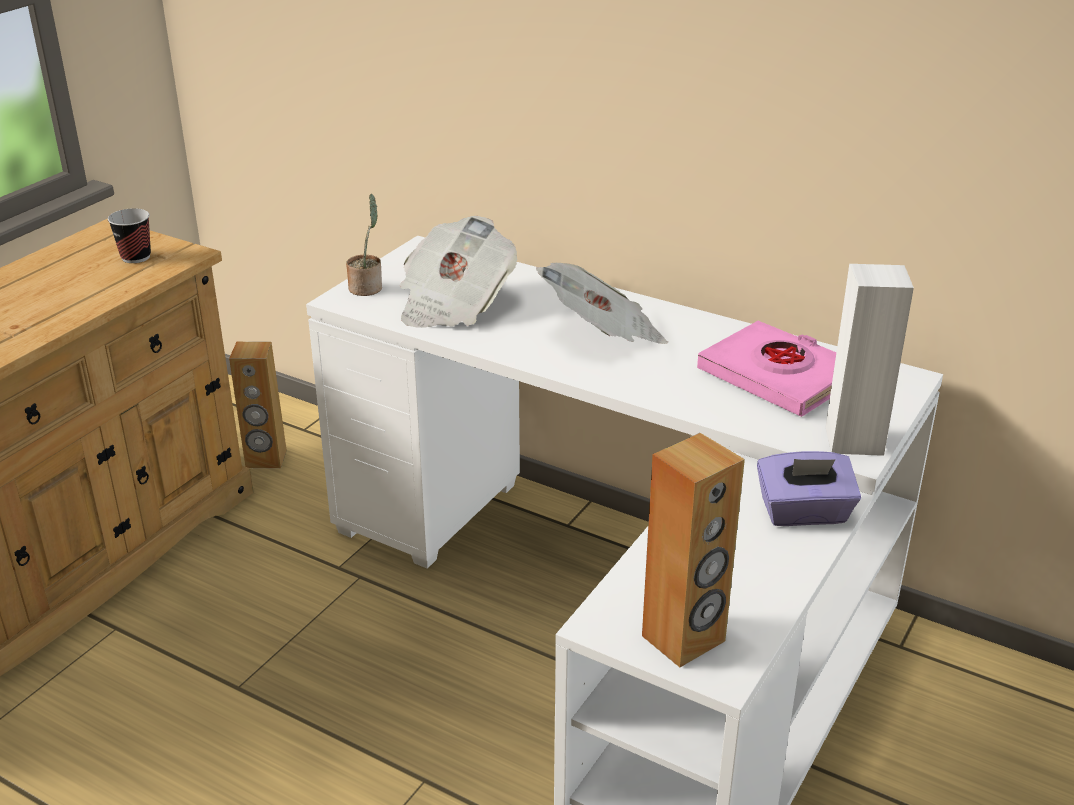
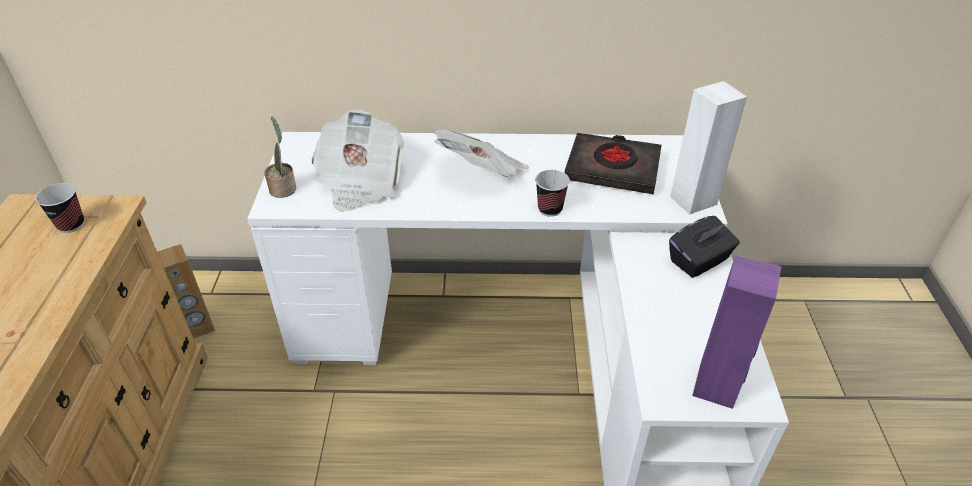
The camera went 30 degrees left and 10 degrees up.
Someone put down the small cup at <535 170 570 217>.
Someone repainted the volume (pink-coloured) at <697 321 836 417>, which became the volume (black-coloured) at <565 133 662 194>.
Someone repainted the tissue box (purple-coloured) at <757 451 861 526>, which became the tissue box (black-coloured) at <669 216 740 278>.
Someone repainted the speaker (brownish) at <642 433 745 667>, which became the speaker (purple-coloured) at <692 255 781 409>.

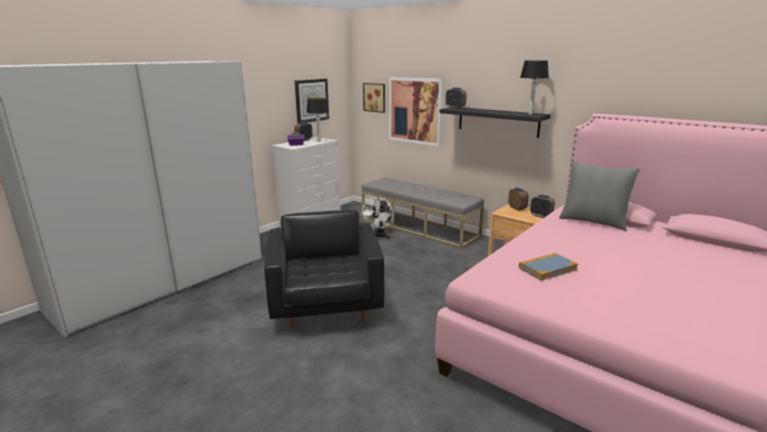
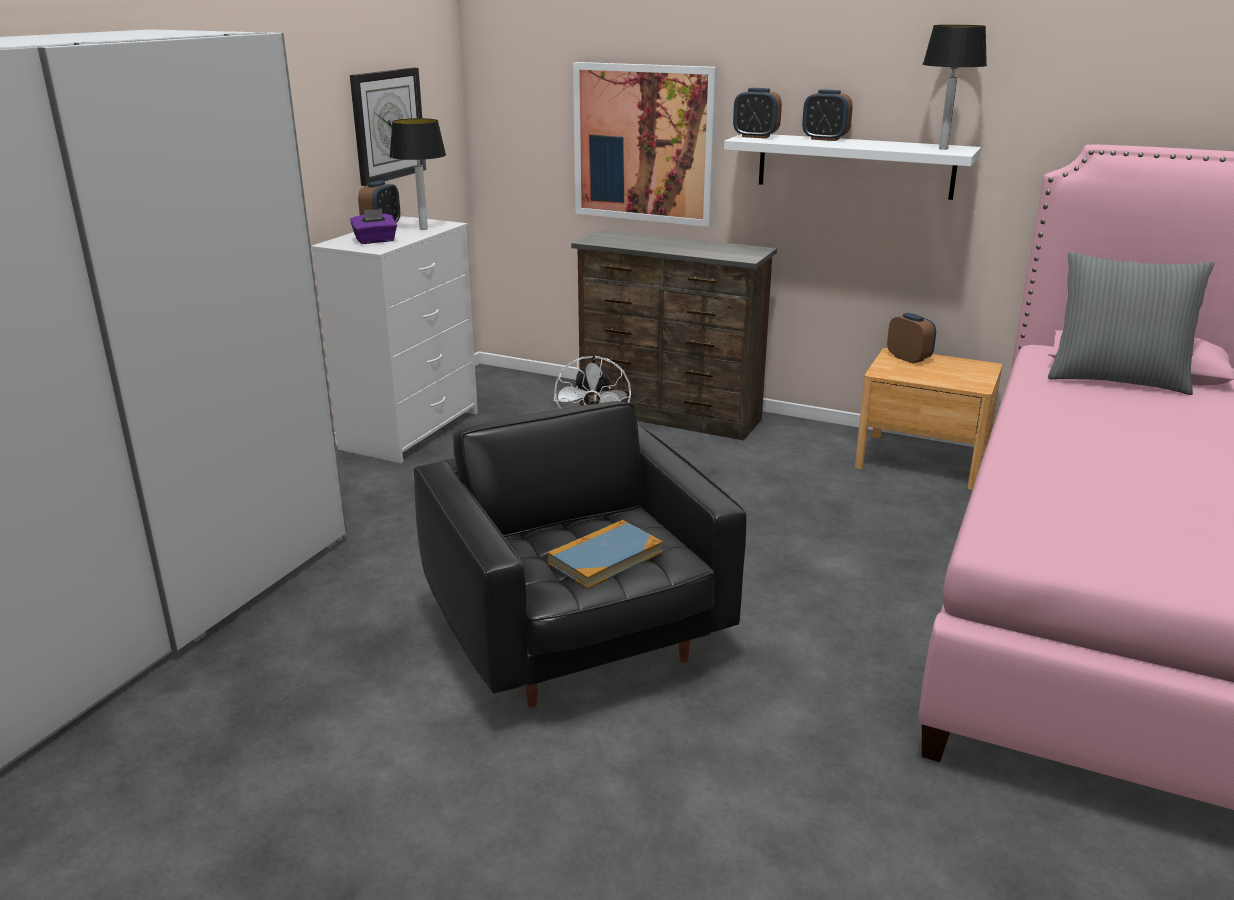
The camera went 15 degrees left and 5 degrees up.
Someone carried the volume from <519 253 578 281> to <547 520 663 589>.
Someone swapped the long seat (greyish) at <362 177 484 249> for the chest of drawers (brownish) at <571 230 777 441>.
Someone repainted the bracket shelf (black-coloured) at <439 107 550 138>, which became the bracket shelf (white-coloured) at <724 134 981 200>.
Someone carried the alarm clock from <530 194 555 218> to <802 89 853 141>.
Someone took away the wall art at <363 83 385 113>.

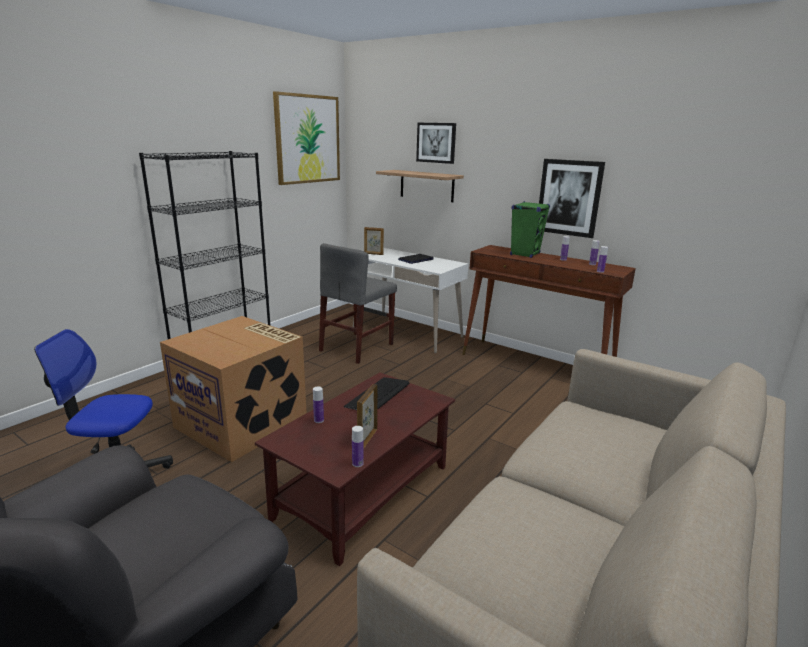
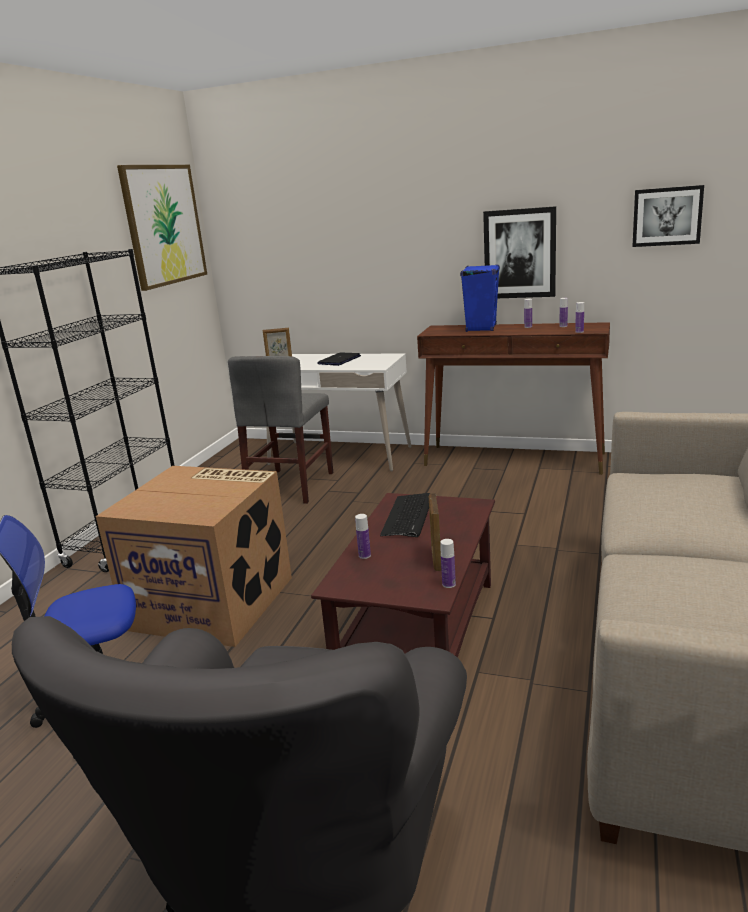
The camera went 15 degrees left and 0 degrees up.
Someone repainted the speaker (green-coloured) at <510 201 550 258>, which became the speaker (blue-coloured) at <460 264 500 332>.
Someone carried the wall art from <416 123 456 164> to <632 185 704 247>.
Someone took away the bracket shelf at <376 170 464 202>.

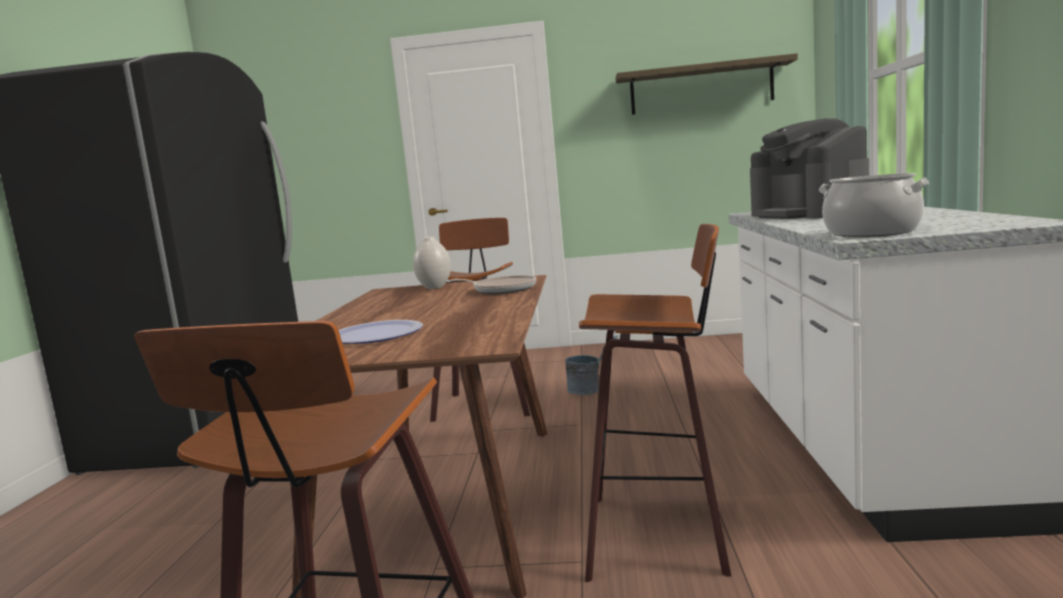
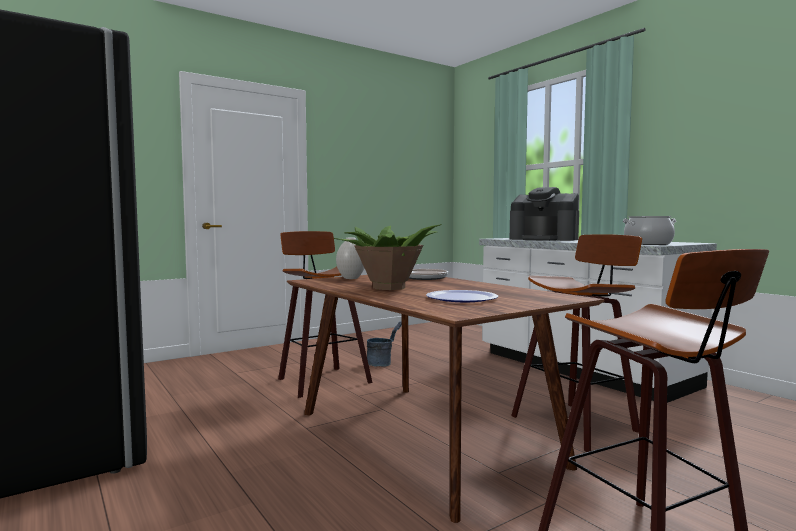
The camera went 40 degrees left and 5 degrees down.
Someone put down the plant in a pot at <334 224 442 290>.
Someone took away the bracket shelf at <615 53 798 115>.

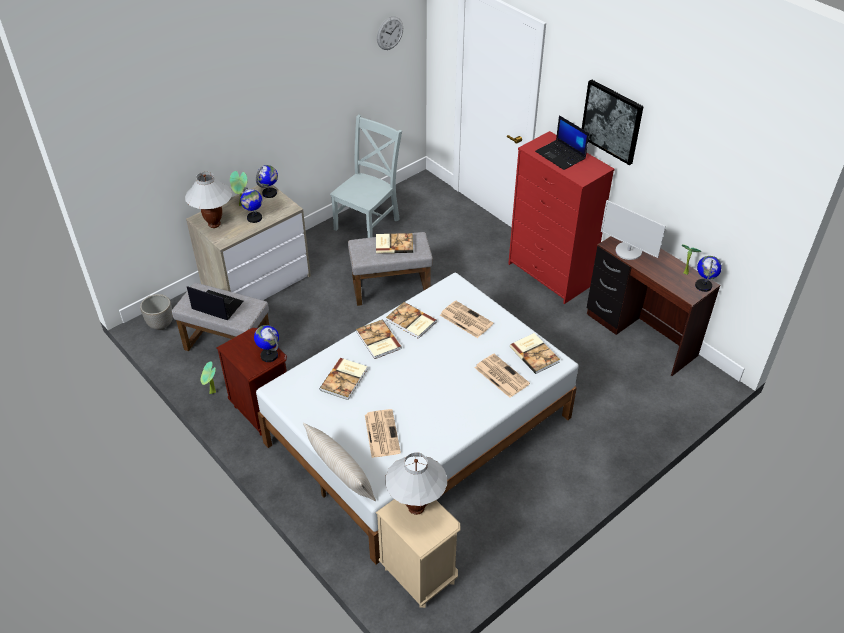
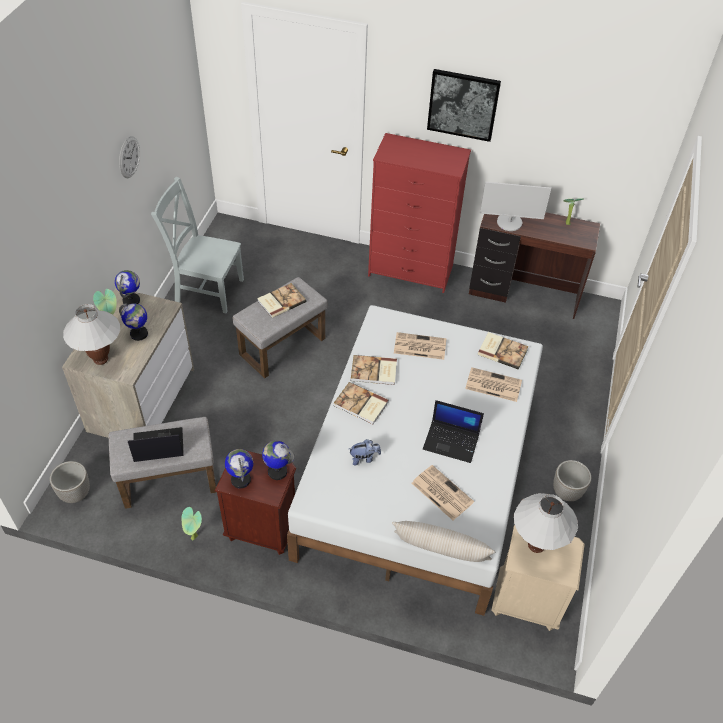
The camera went 35 degrees left and 5 degrees up.
Someone carried the wall clock from <377 16 403 50> to <119 136 140 178>.
Someone rotated the chair (greyish) at <330 115 402 238> by 75 degrees counterclockwise.
Someone carried the globe from <695 256 722 292> to <225 449 253 488>.
Someone swapped the volume at <319 358 367 400> for the soft toy at <349 439 381 465>.
Someone carried the portable computer from <535 115 589 170> to <423 400 484 463>.
Someone put down the flower pot at <553 460 591 501>.

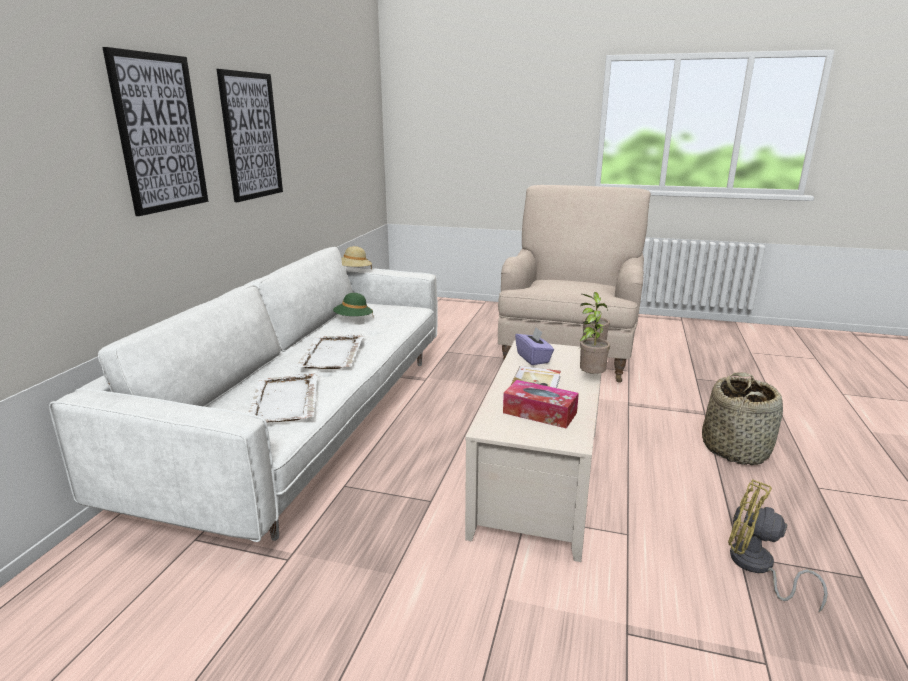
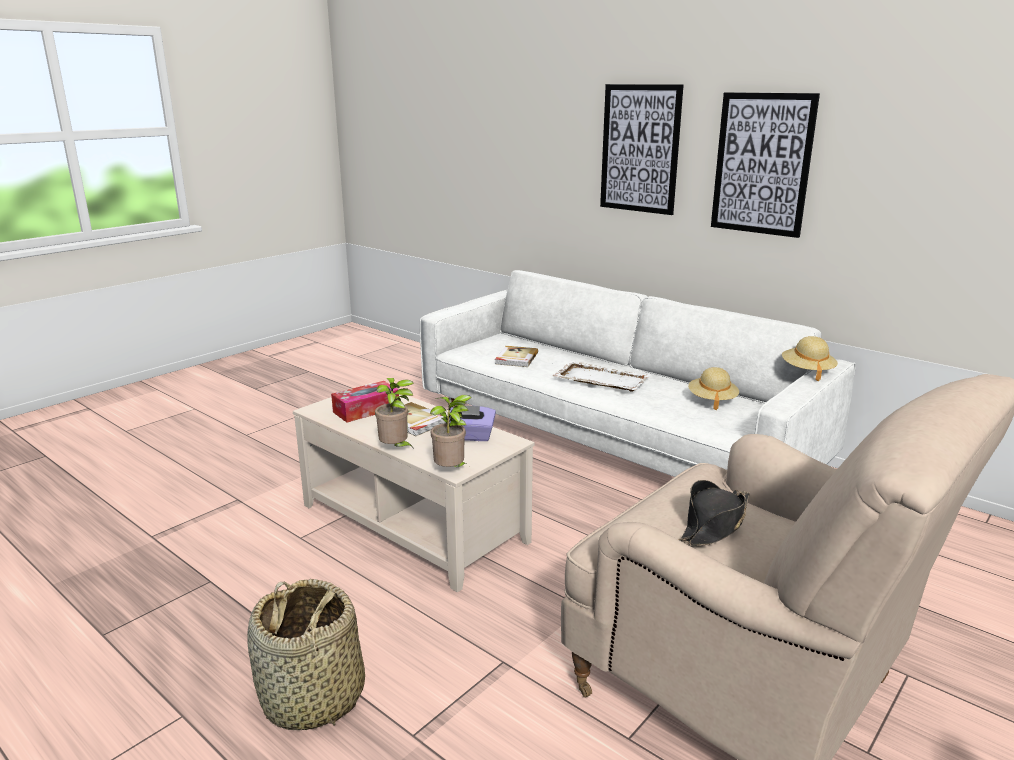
The camera went 115 degrees right and 0 degrees up.
Someone swapped the serving tray (white-coloured) at <248 373 318 422> for the volume at <495 346 538 367>.
Someone put down the hat (black-coloured) at <679 480 750 547>.
Someone repainted the hat (green-coloured) at <333 293 373 316>, which became the hat (beige-coloured) at <688 367 739 410>.
Someone took away the fan (yellow) at <728 479 828 612>.

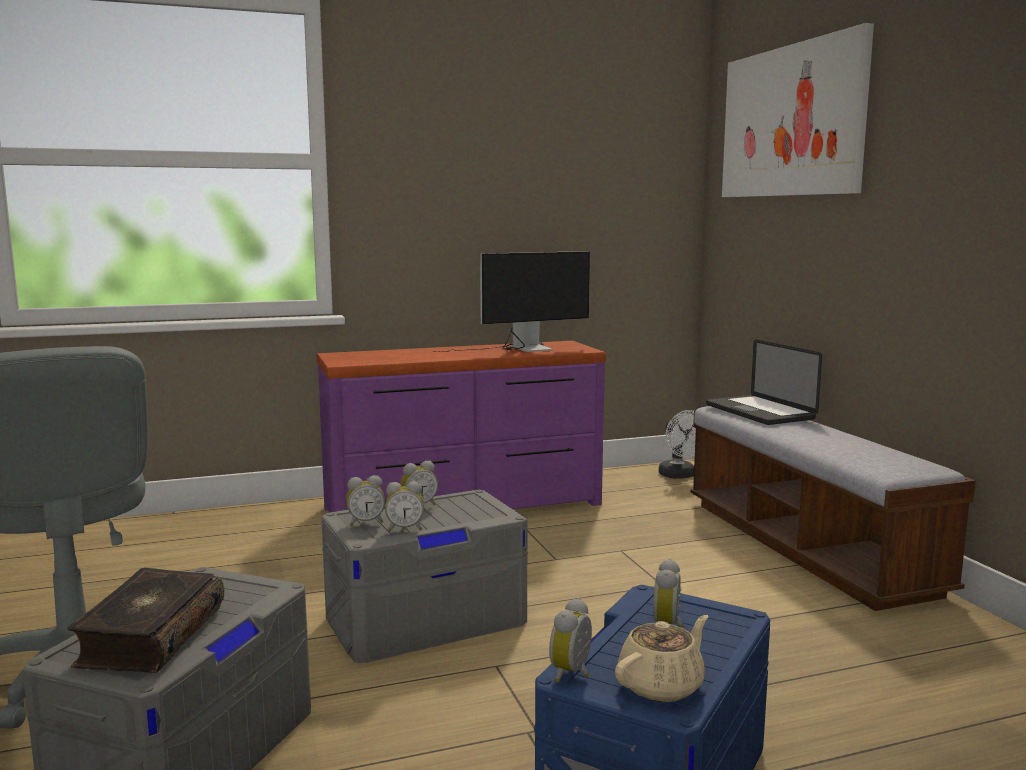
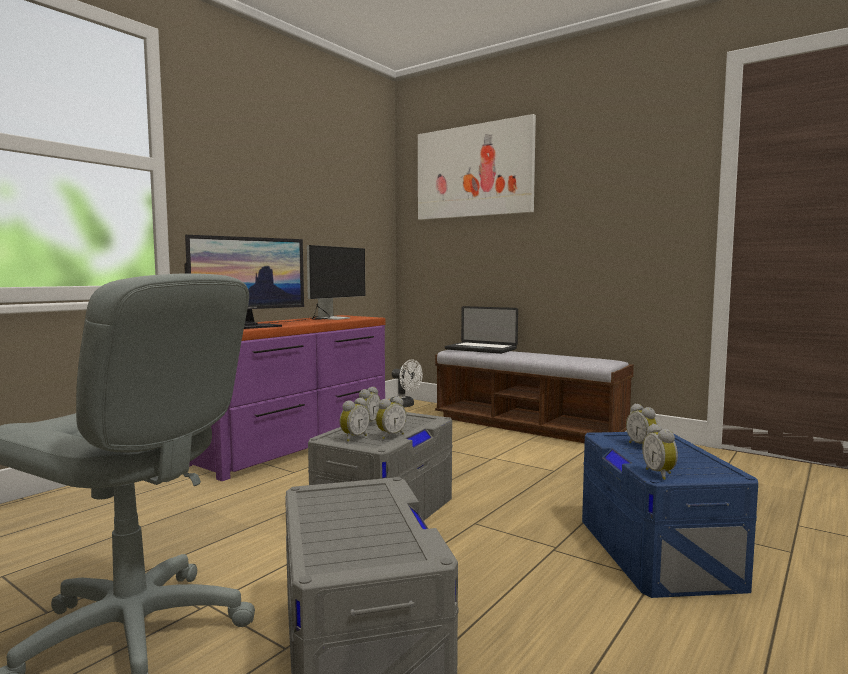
The camera went 35 degrees left and 5 degrees down.
Someone put down the computer display at <184 235 304 329>.
Someone took away the volume at <68 568 224 673>.
Someone took away the pot for tea (beige-coloured) at <615 615 709 702>.

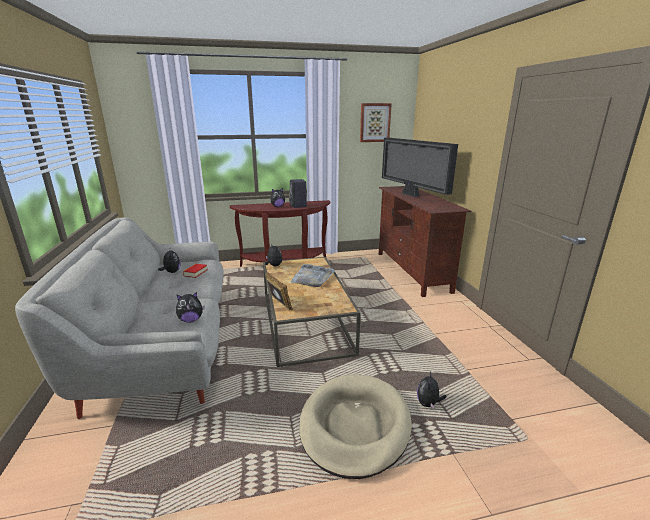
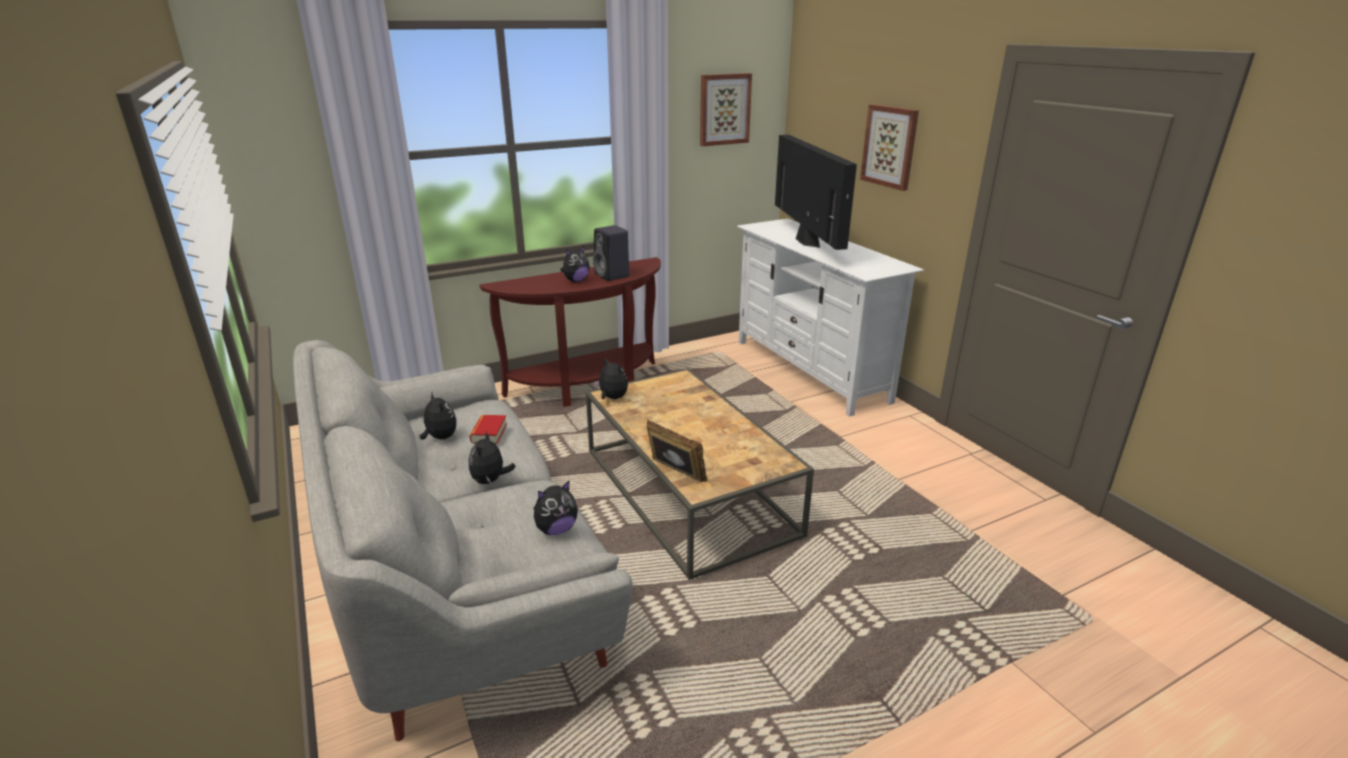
The camera went 15 degrees left and 5 degrees up.
Someone carried the soft toy from <417 371 446 409> to <469 432 516 484>.
Someone repainted the tv stand (brownish) at <379 186 472 297>, which became the tv stand (white-coloured) at <737 218 924 417>.
Someone rotated the television at <382 138 458 197> by 150 degrees counterclockwise.
Someone put up the wall art at <860 104 919 191>.
Someone took away the serving tray (greyish) at <290 264 335 287>.
Someone took away the pet bed (beige-coloured) at <299 374 412 479>.

